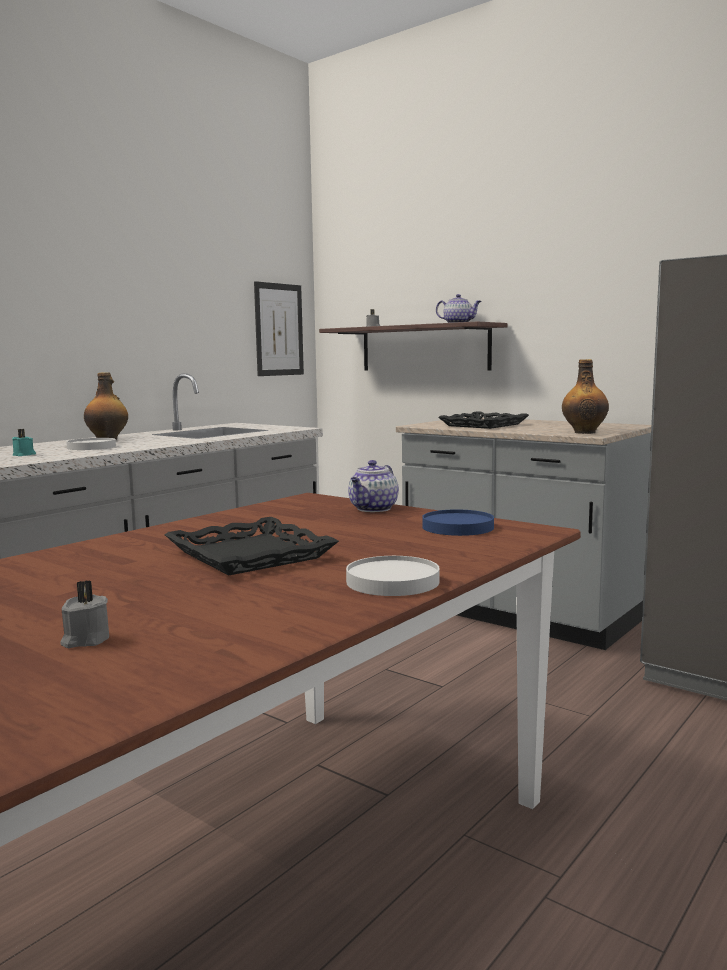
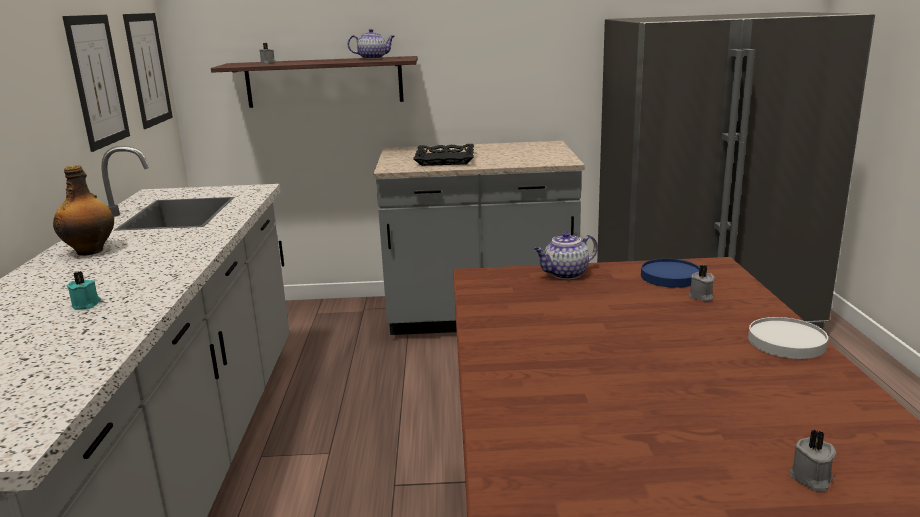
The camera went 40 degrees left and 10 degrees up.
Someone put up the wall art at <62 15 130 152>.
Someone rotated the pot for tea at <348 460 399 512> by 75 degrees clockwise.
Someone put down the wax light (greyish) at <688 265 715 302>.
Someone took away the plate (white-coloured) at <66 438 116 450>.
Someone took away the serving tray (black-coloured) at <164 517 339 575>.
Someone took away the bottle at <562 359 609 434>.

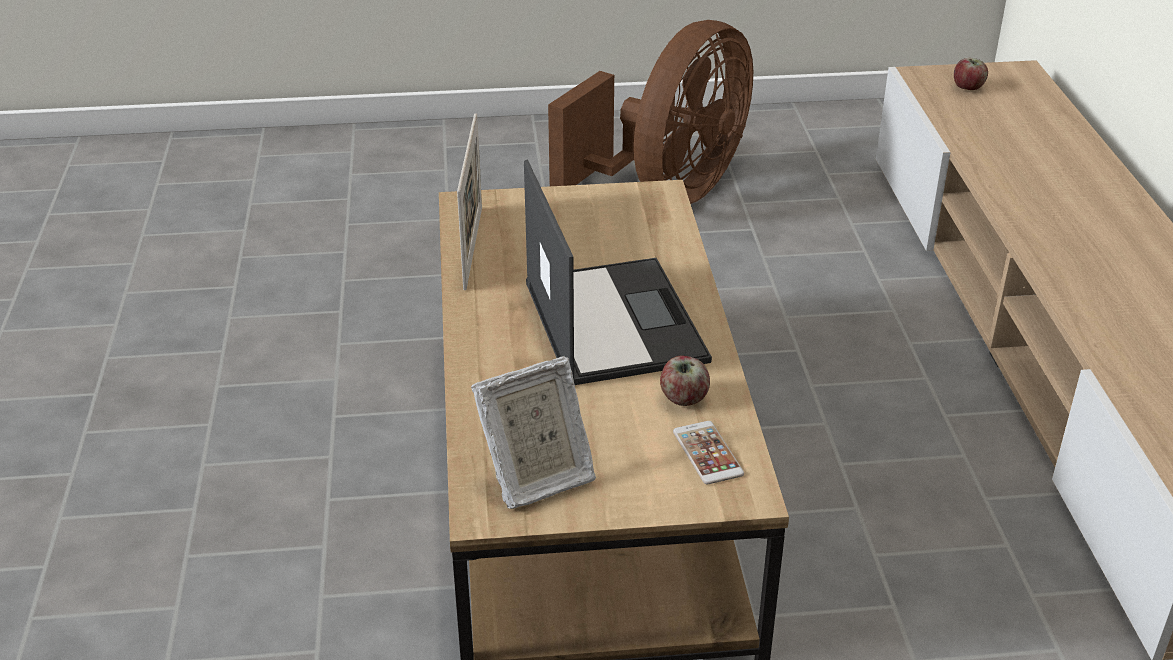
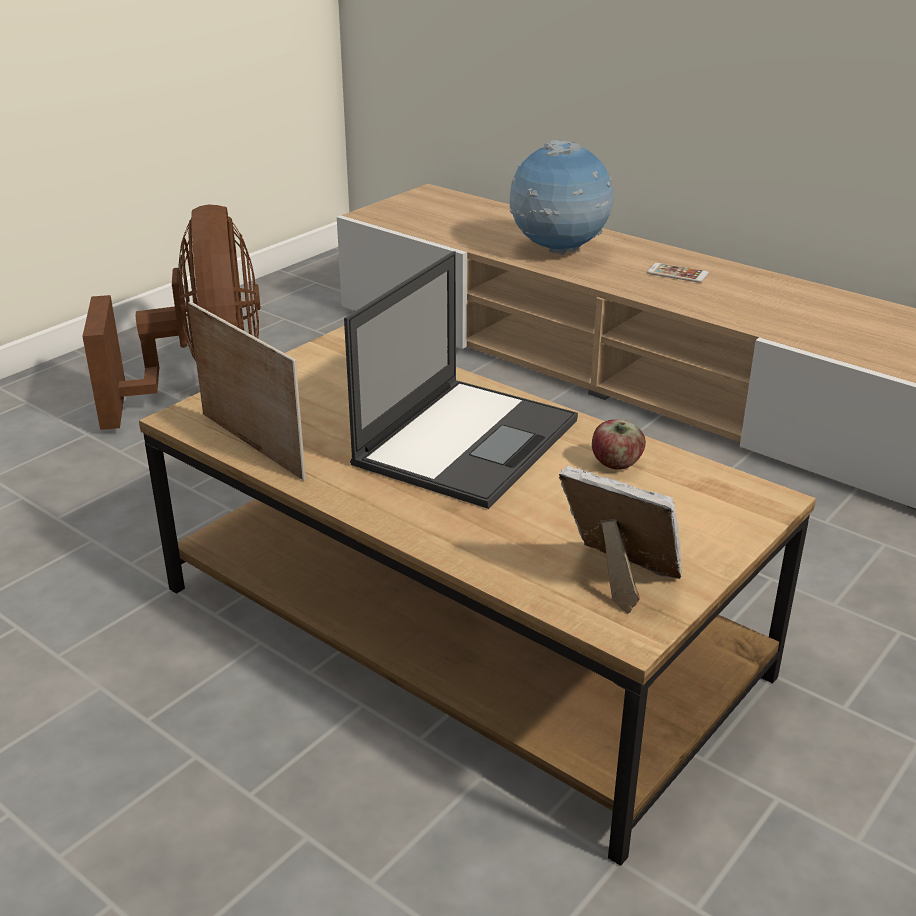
The camera went 45 degrees left and 5 degrees down.
Someone rotated the portable computer at <524 159 712 385> by 90 degrees clockwise.
Someone put down the globe at <510 140 613 256>.
Someone rotated the photo frame at <471 356 596 509> by 75 degrees counterclockwise.
Someone carried the handset from <673 421 744 484> to <647 263 709 283>.
Someone took away the whole apple at <954 58 988 90>.

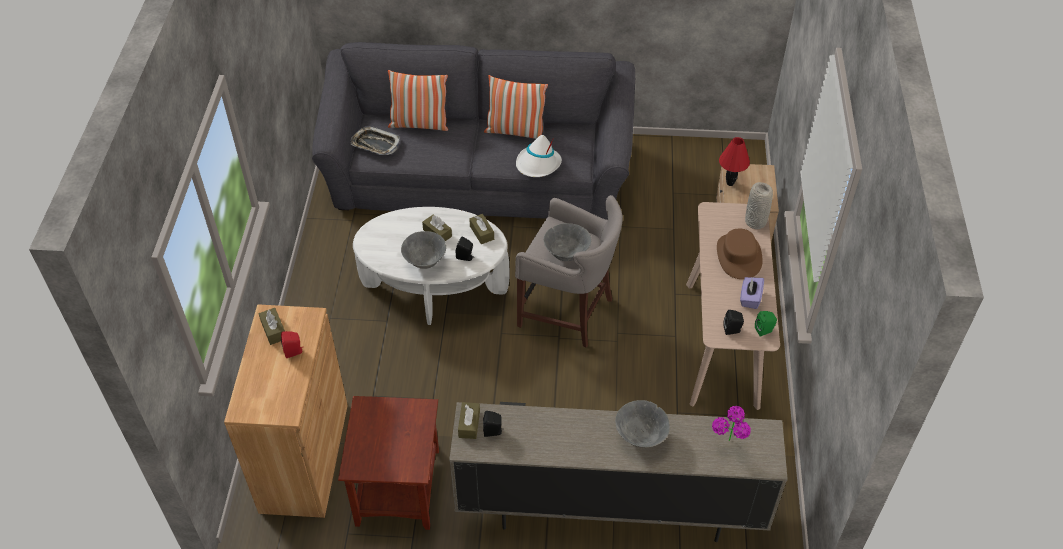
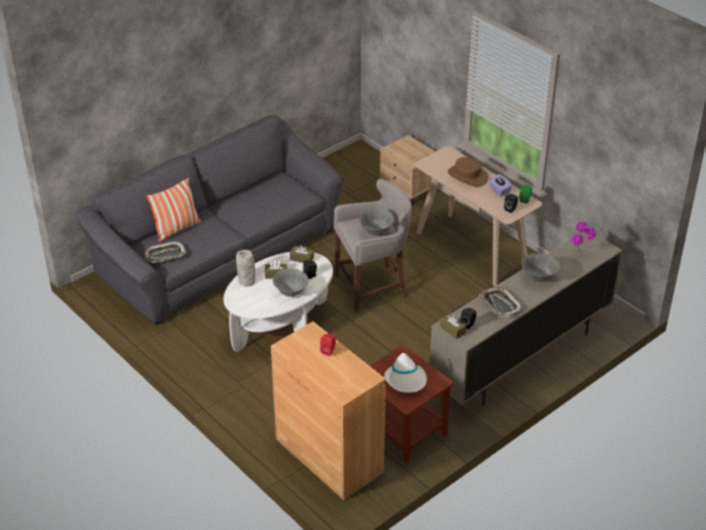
The camera went 45 degrees left and 10 degrees down.
Someone carried the vase (greyish) from <745 182 773 229> to <236 250 255 287>.
Someone carried the hat (white-coloured) from <516 135 562 177> to <384 352 427 393>.
Someone put down the serving tray at <479 287 523 317>.
Someone took away the tissue box (brownish) at <259 308 285 345>.
Someone took away the cushion at <484 75 548 139>.
Someone took away the lamp for a table (red) at <719 137 750 186>.

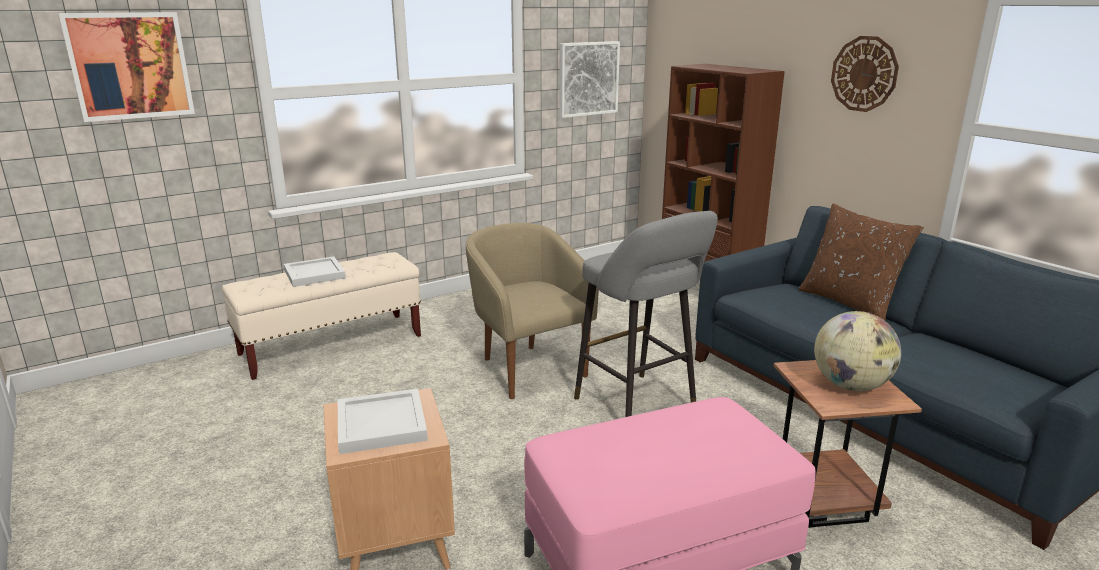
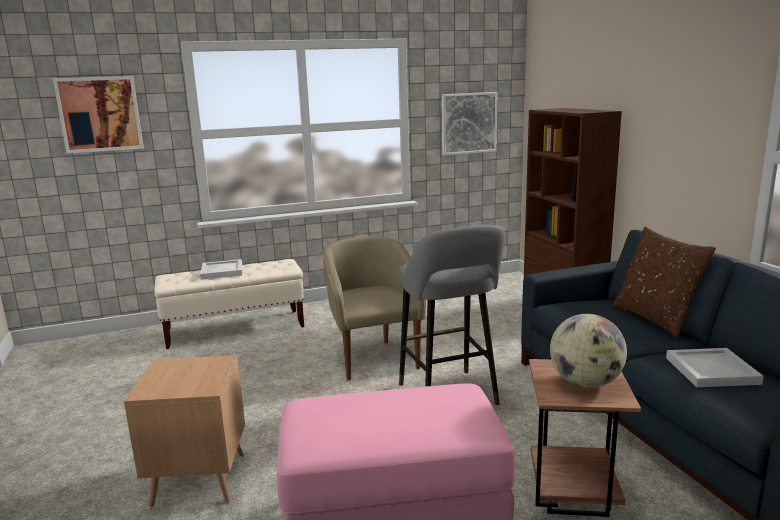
The camera went 15 degrees right and 5 degrees down.
Someone carried the serving tray (white-coloured) from <338 389 428 454> to <666 348 764 387>.
Someone took away the wall clock at <831 36 899 112>.

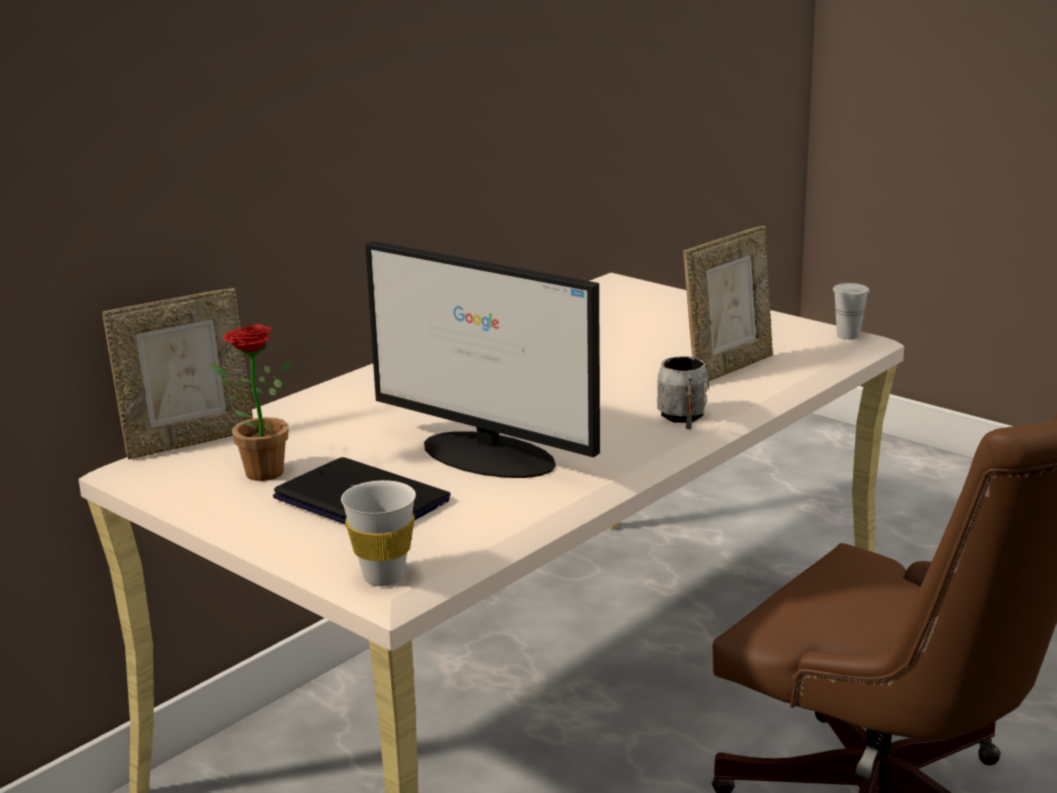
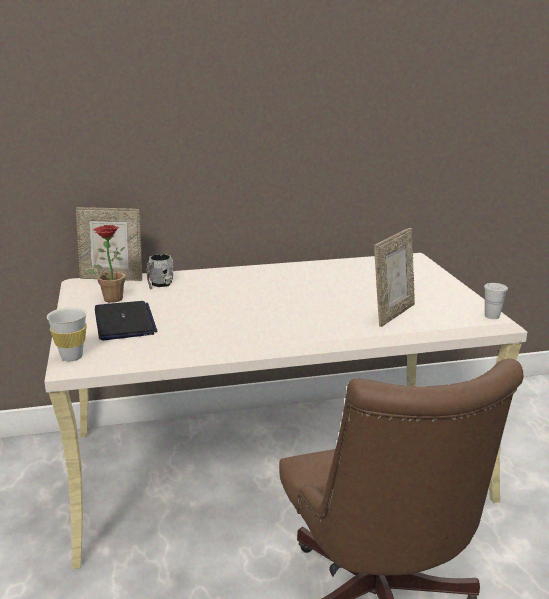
The camera went 35 degrees right and 0 degrees up.
Someone carried the tea mug (greyish) from <657 356 709 430> to <146 254 173 289>.
Someone rotated the photo frame at <684 226 773 383> by 45 degrees counterclockwise.
Someone took away the computer display at <365 241 600 478>.

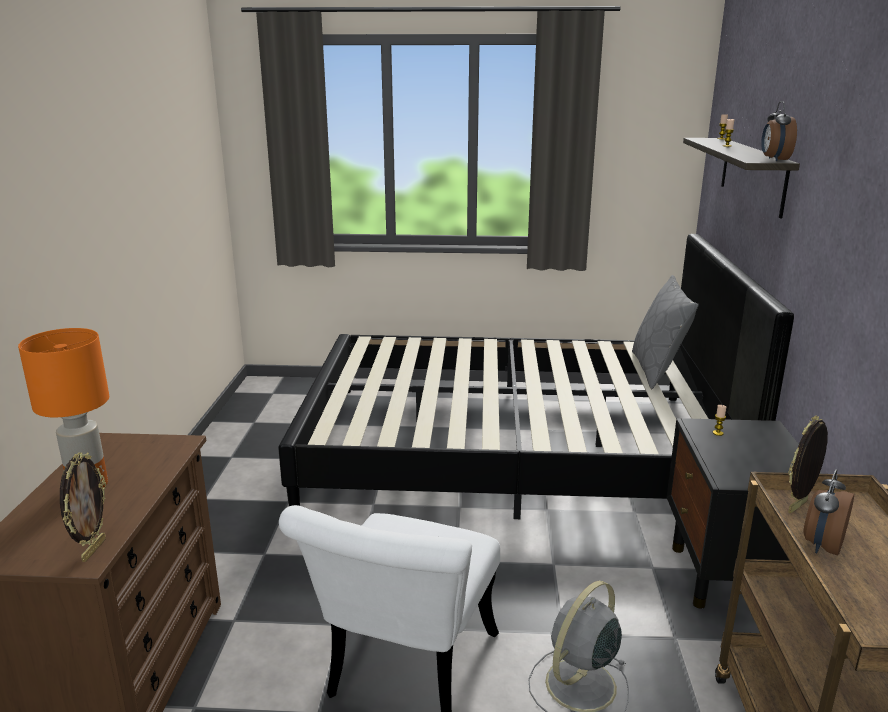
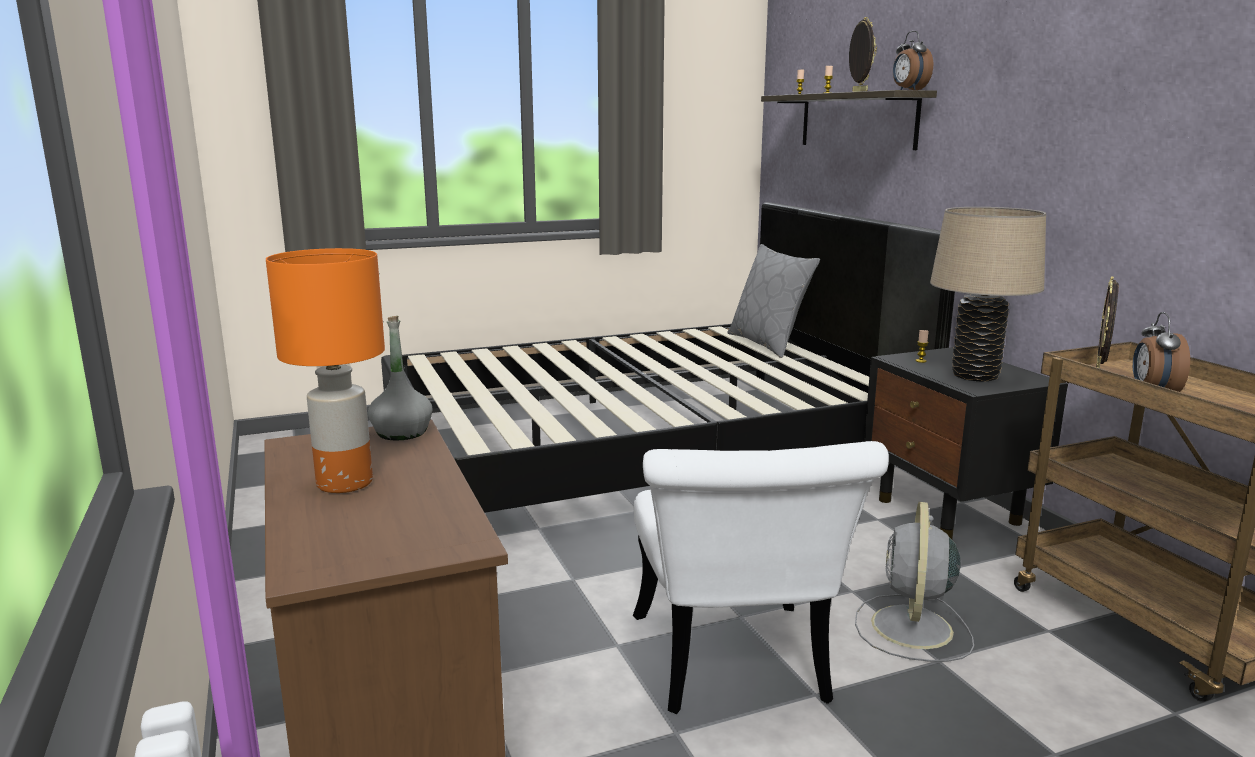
The camera went 25 degrees left and 5 degrees down.
Someone put down the bottle (greyish) at <368 316 433 441>.
Someone carried the photo frame from <60 452 106 562> to <849 17 877 92>.
Someone put down the lamp for a table (beige-coloured) at <930 207 1046 382>.

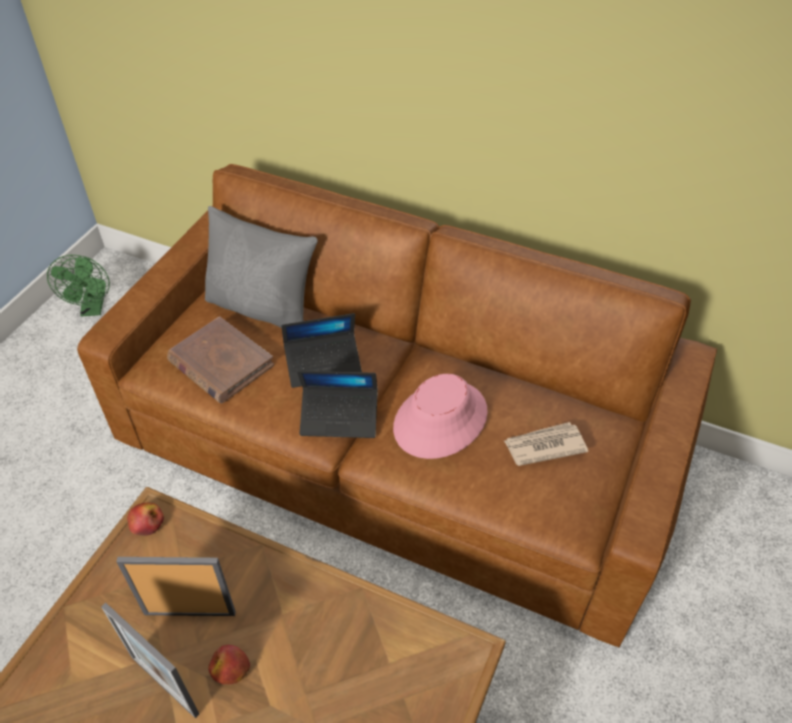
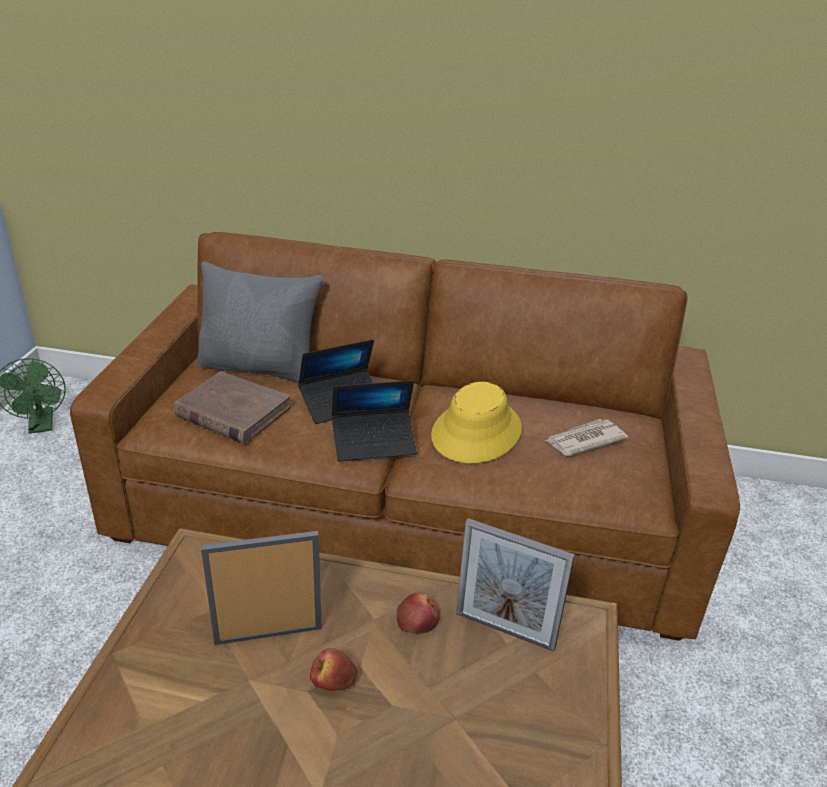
The camera went 15 degrees left and 15 degrees down.
Someone carried the whole apple from <127 503 164 536> to <397 593 440 634>.
Someone repainted the hat (pink-coloured) at <393 374 488 459>, which became the hat (yellow) at <431 382 522 463>.
Someone carried the photo frame from <101 603 199 718> to <456 518 575 652>.

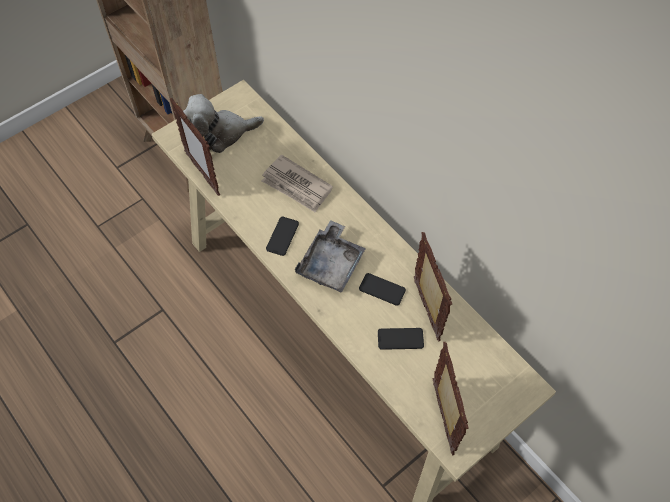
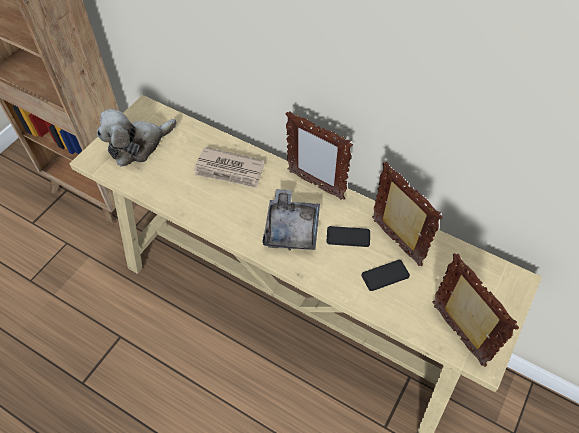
The camera went 20 degrees left and 5 degrees down.
Someone carried the photo frame from <170 98 220 196> to <286 111 353 200>.
Someone took away the handset at <266 217 299 256>.

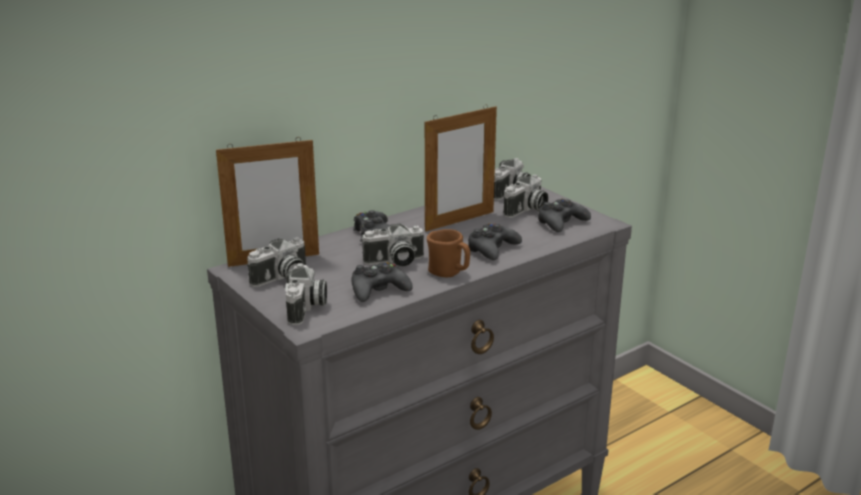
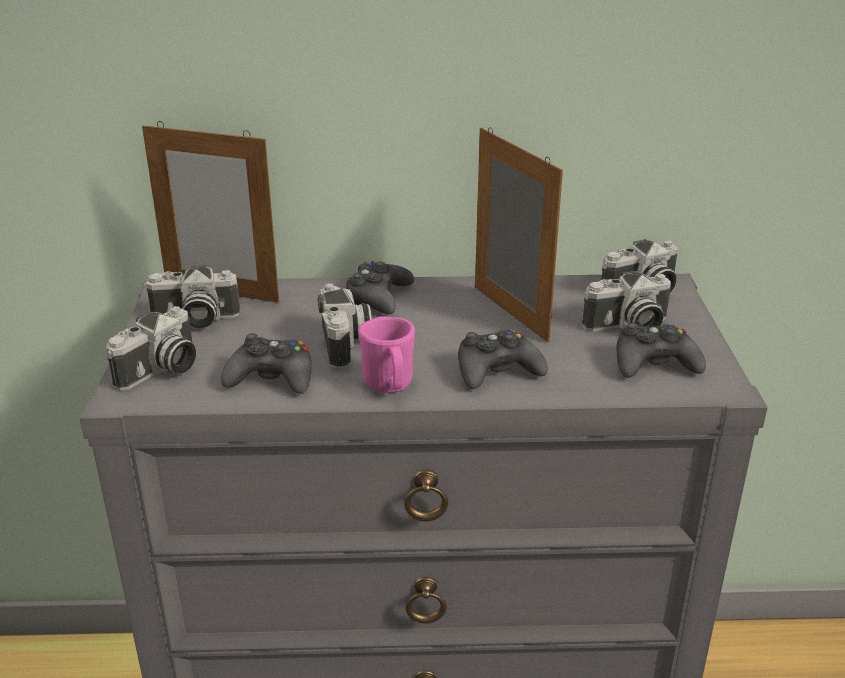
The camera went 35 degrees right and 5 degrees up.
Someone rotated the still camera at <362 223 424 266> by 120 degrees counterclockwise.
Someone repainted the tea mug (brownish) at <427 229 470 278>, which became the tea mug (pink-coloured) at <358 316 415 393>.
Someone rotated the photo frame at <425 105 497 232> by 120 degrees counterclockwise.

